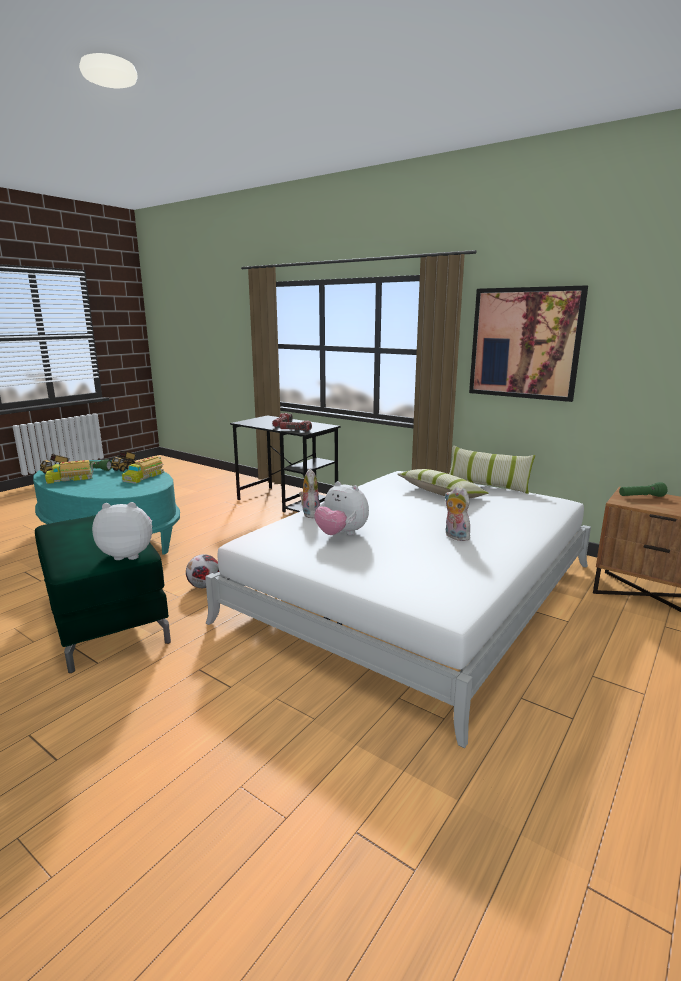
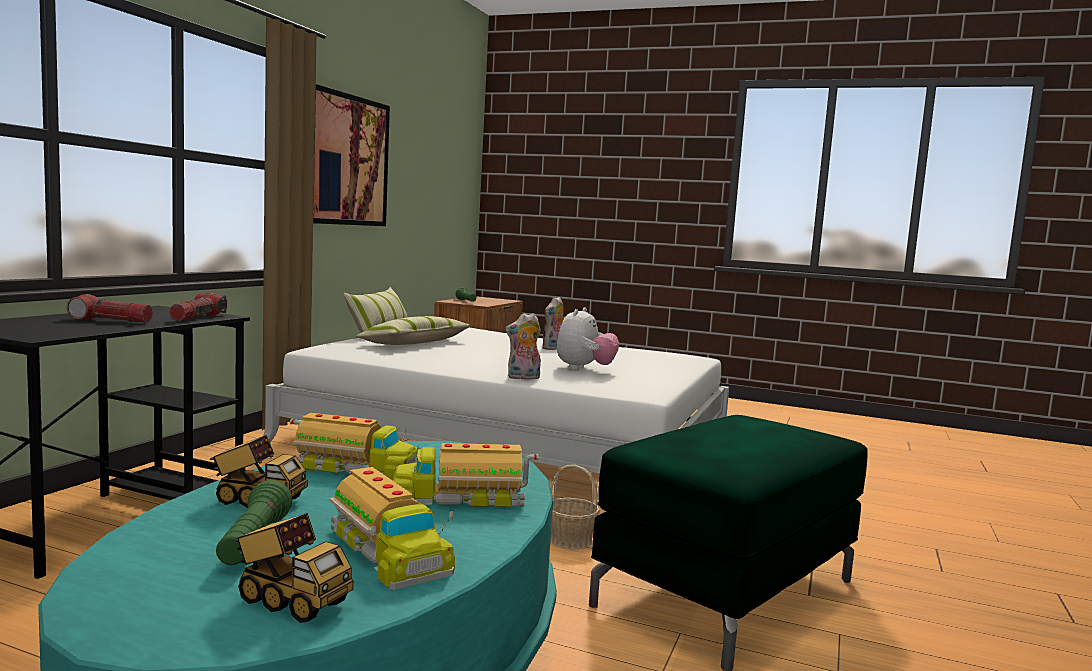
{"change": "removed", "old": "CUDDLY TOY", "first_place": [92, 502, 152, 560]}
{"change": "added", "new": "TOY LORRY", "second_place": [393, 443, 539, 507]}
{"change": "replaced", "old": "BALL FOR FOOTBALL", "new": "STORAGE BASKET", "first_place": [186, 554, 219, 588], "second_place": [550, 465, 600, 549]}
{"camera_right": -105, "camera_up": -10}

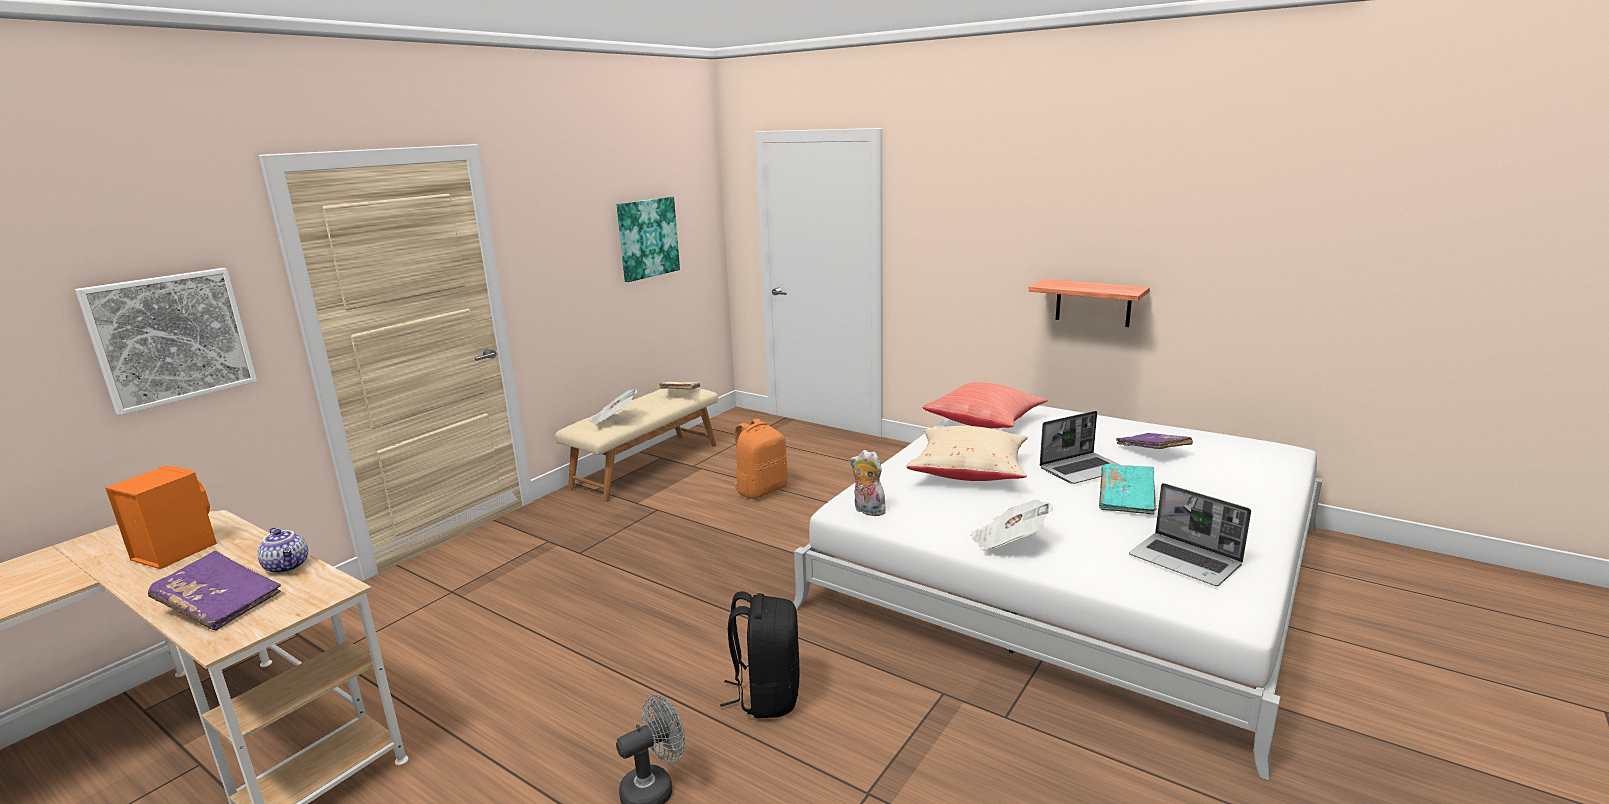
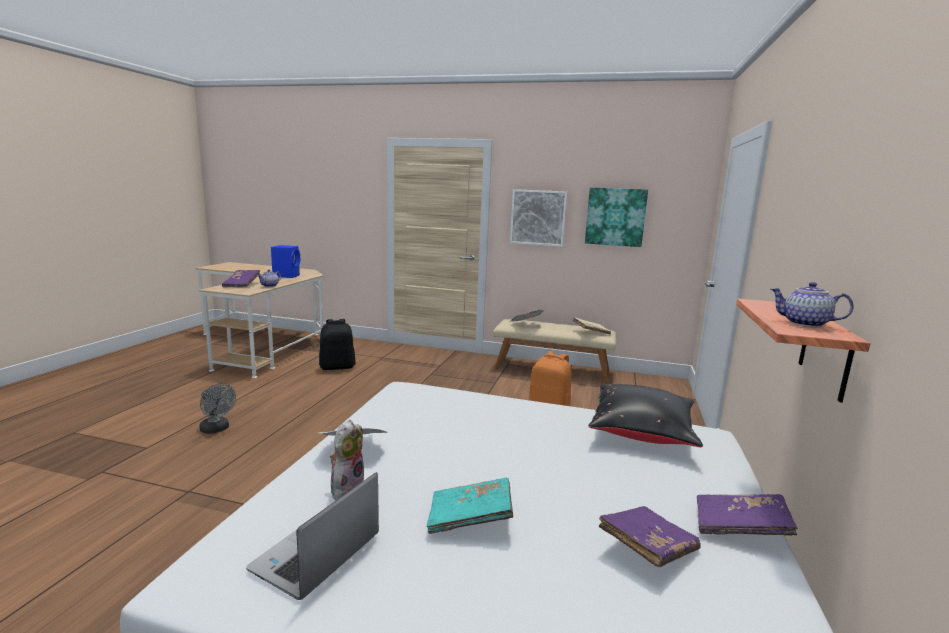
{"change": "removed", "old": "SAND-COLOURED THROW PILLOW", "first_place": [906, 426, 1028, 481]}
{"change": "removed", "old": "LAPTOP", "first_place": [1040, 411, 1120, 484]}
{"change": "added", "new": "PURPLISH BOUND BOOK", "second_place": [697, 494, 798, 536]}
{"change": "added", "new": "POT FOR TEA", "second_place": [771, 282, 854, 327]}
{"change": "moved", "old": "PICTURE", "first_place": [75, 268, 257, 415], "second_place": [510, 189, 567, 247]}
{"change": "moved", "old": "BLACK RUCKSACK", "first_place": [720, 591, 800, 718], "second_place": [319, 319, 356, 370]}
{"change": "moved", "old": "CUDDLY TOY", "first_place": [850, 450, 886, 516], "second_place": [330, 420, 364, 500]}
{"change": "recoloured", "old": "ORANGE-COLOURED SPEAKER", "new": "BLUE-COLOURED SPEAKER", "first_place": [105, 466, 217, 569], "second_place": [271, 245, 300, 278]}
{"change": "recoloured", "old": "RED-COLOURED THROW PILLOW", "new": "BLACK THROW PILLOW", "first_place": [923, 382, 1048, 428], "second_place": [588, 384, 703, 447]}
{"camera_right": 70, "camera_up": -5}

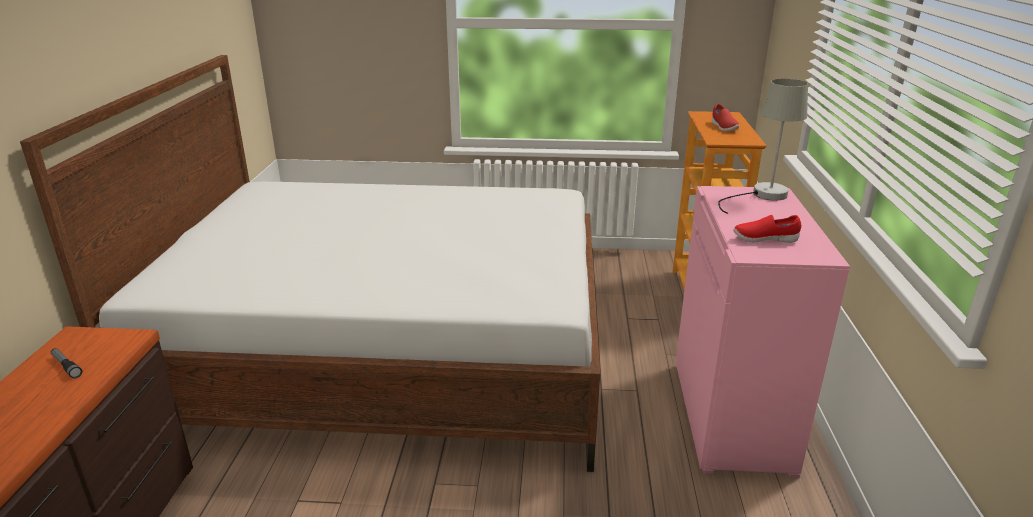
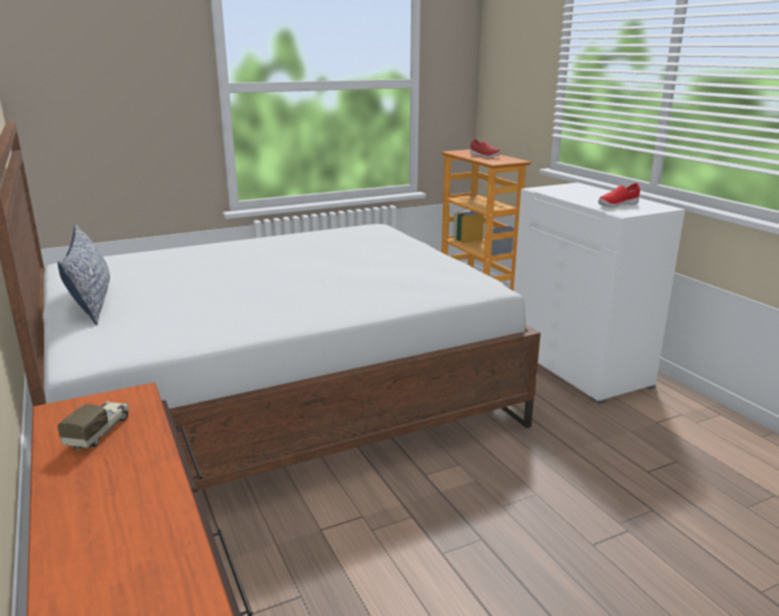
{"change": "removed", "old": "GREYISH TABLETOP LAMP", "first_place": [718, 79, 808, 214]}
{"change": "added", "new": "THROW PILLOW", "second_place": [58, 224, 110, 325]}
{"change": "replaced", "old": "TORCH", "new": "TOY LORRY", "first_place": [51, 348, 82, 378], "second_place": [57, 401, 129, 451]}
{"change": "recoloured", "old": "PINK-COLOURED STORAGE CABINET", "new": "WHITISH STORAGE CABINET", "first_place": [676, 186, 850, 478], "second_place": [514, 183, 685, 404]}
{"camera_right": -30, "camera_up": -5}

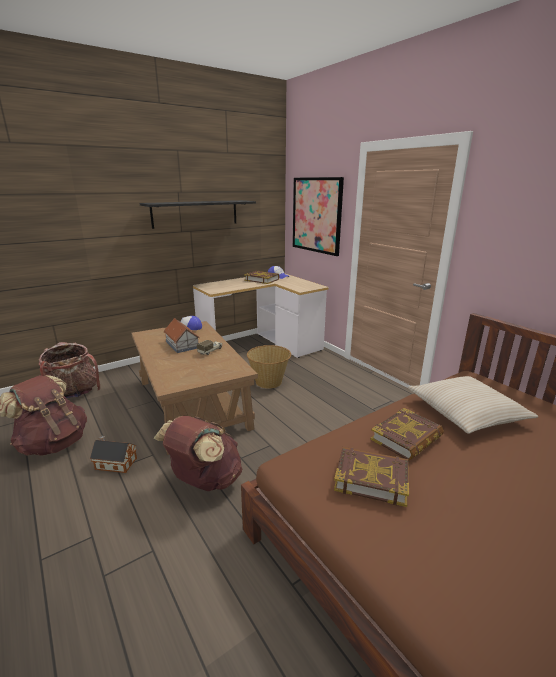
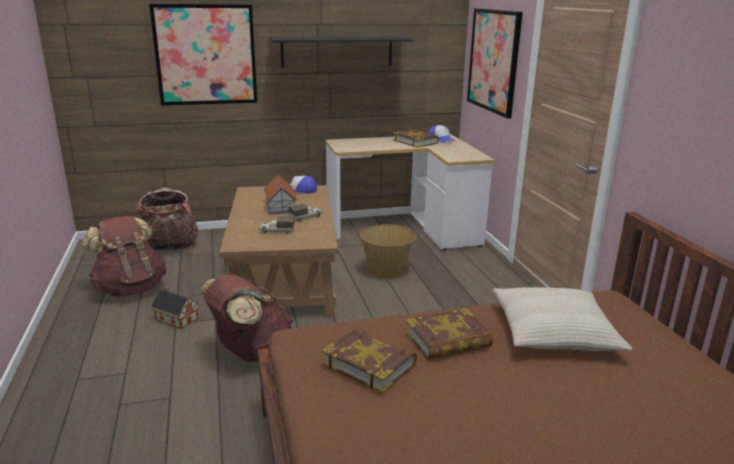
{"change": "added", "new": "PICTURE", "second_place": [149, 4, 257, 106]}
{"change": "added", "new": "TOY LORRY", "second_place": [259, 216, 294, 234]}
{"camera_right": 20, "camera_up": 0}

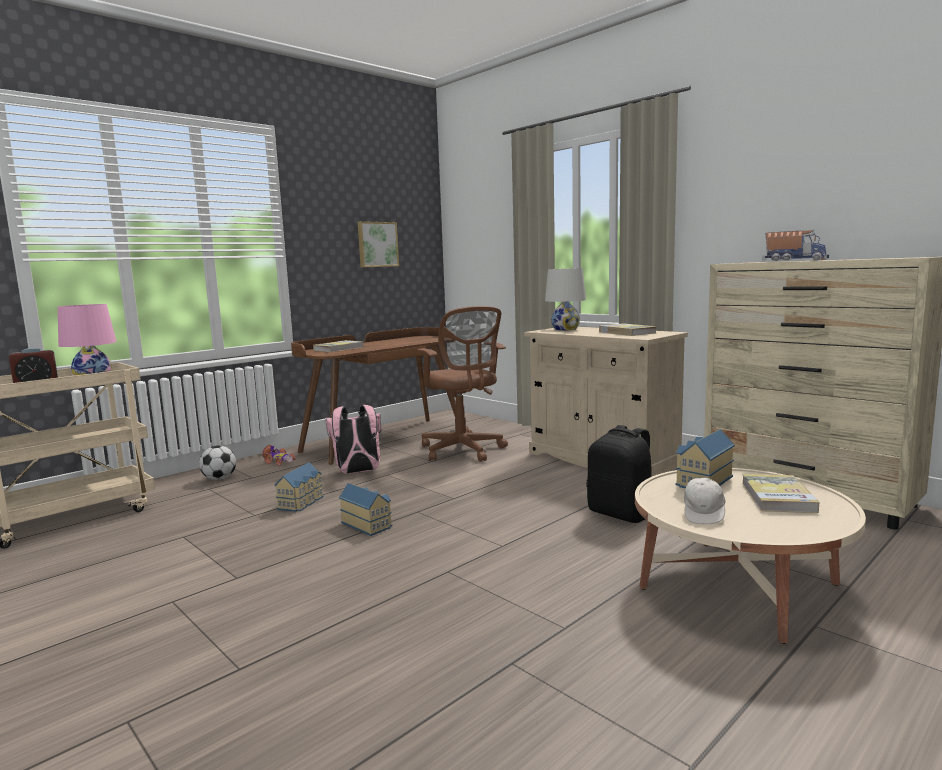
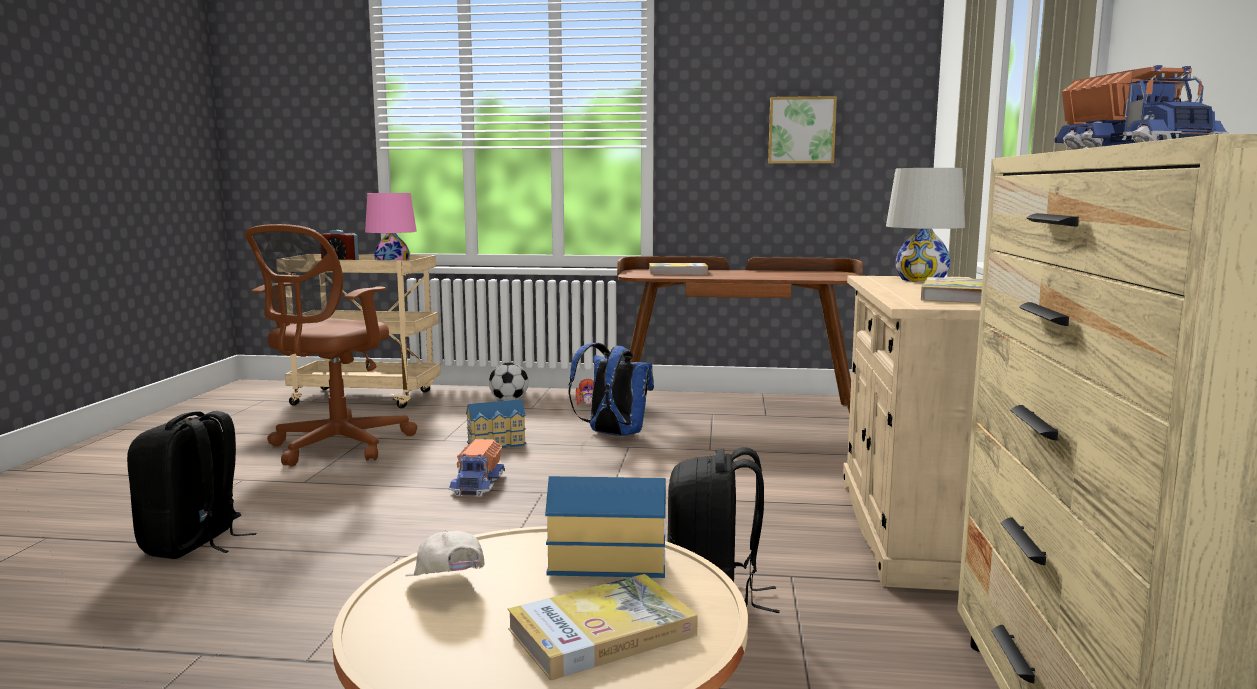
{"change": "added", "new": "BLACK RUCKSACK", "second_place": [127, 411, 257, 559]}
{"change": "moved", "old": "BROWNISH OFFICE CHAIR", "first_place": [417, 306, 508, 462], "second_place": [245, 224, 418, 466]}
{"change": "replaced", "old": "TOY HOUSE", "new": "TOY LORRY", "first_place": [339, 483, 392, 536], "second_place": [449, 439, 505, 496]}
{"change": "recoloured", "old": "PINK-COLOURED RUCKSACK", "new": "BLUE-COLOURED RUCKSACK", "first_place": [325, 405, 381, 474], "second_place": [569, 343, 654, 436]}
{"change": "turned", "old": "WHITISH PEAKED CAP", "first_place": [684, 476, 725, 524], "second_place": [405, 530, 484, 577], "degrees": 75}
{"camera_right": 50, "camera_up": 0}

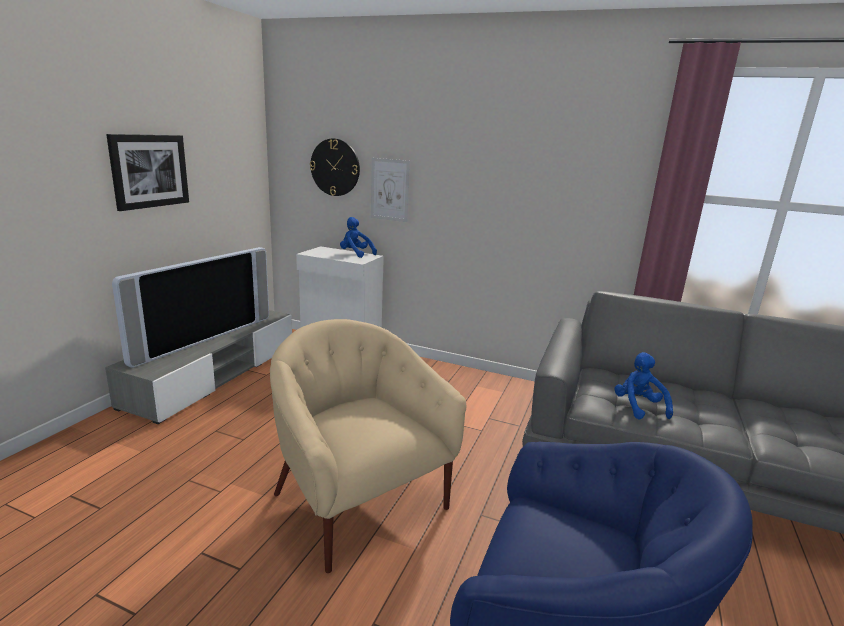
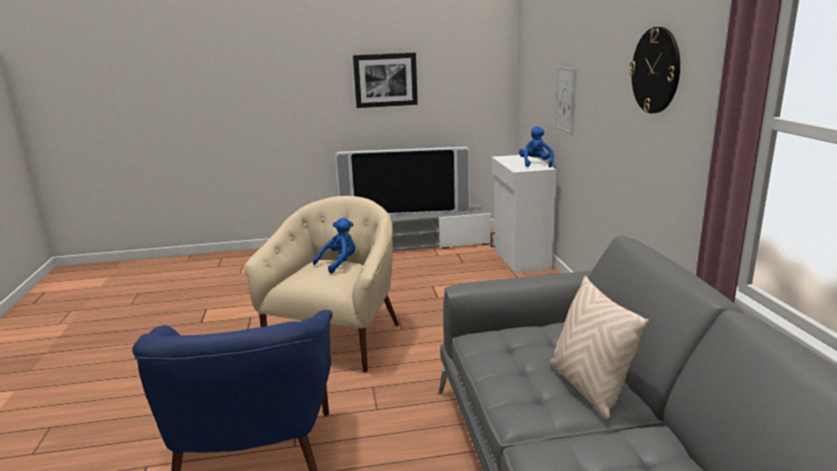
{"change": "added", "new": "SAND-COLOURED THROW PILLOW", "second_place": [550, 276, 649, 419]}
{"change": "moved", "old": "WALL CLOCK", "first_place": [310, 138, 360, 196], "second_place": [629, 27, 680, 113]}
{"change": "moved", "old": "BLUE-COLOURED CUDDLY TOY", "first_place": [614, 352, 673, 420], "second_place": [313, 218, 355, 273]}
{"camera_right": 60, "camera_up": 0}

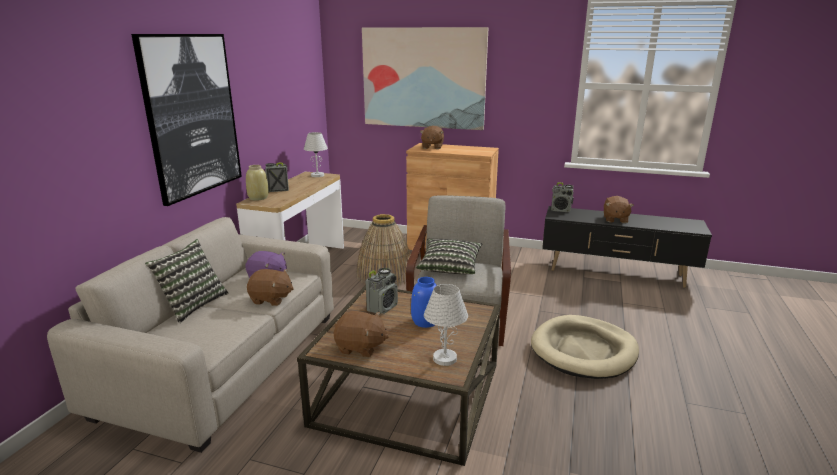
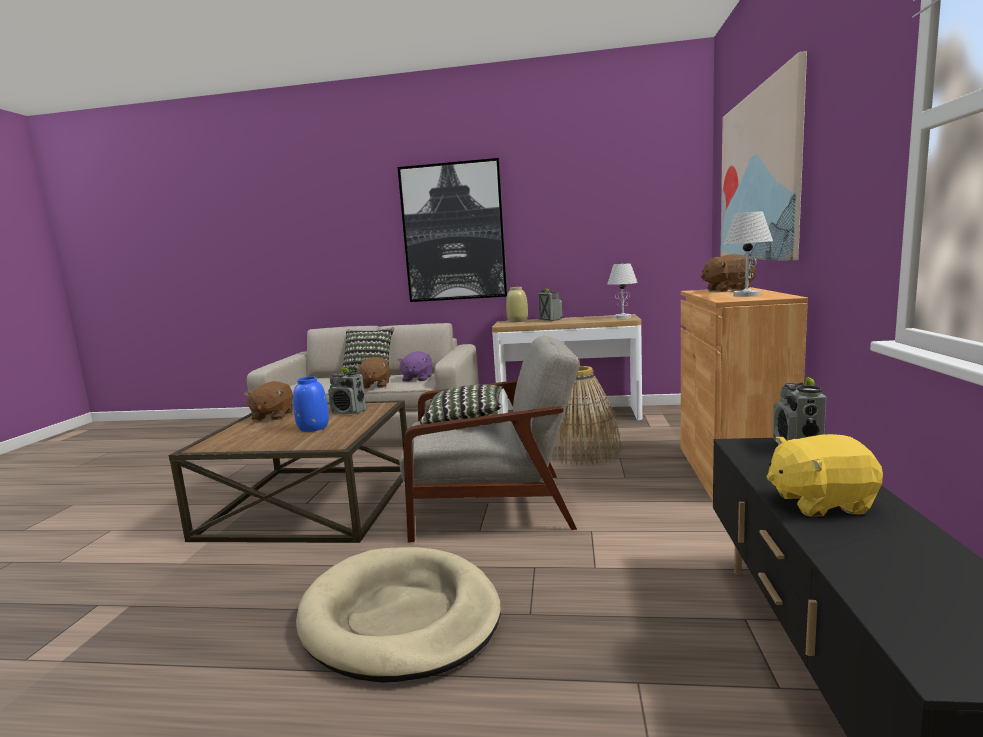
{"change": "moved", "old": "WHITISH TABLETOP LAMP", "first_place": [424, 284, 468, 366], "second_place": [723, 211, 773, 297]}
{"change": "recoloured", "old": "BROWNISH CUDDLY TOY", "new": "YELLOW-COLOURED CUDDLY TOY", "first_place": [604, 196, 634, 223], "second_place": [767, 434, 883, 517]}
{"camera_right": 80, "camera_up": -10}

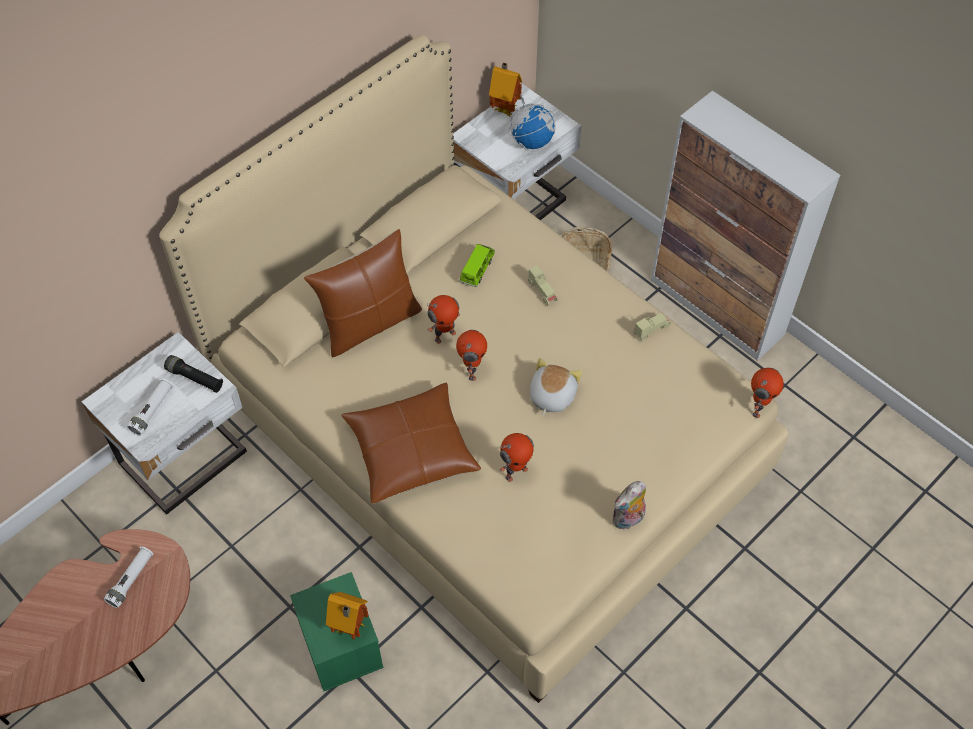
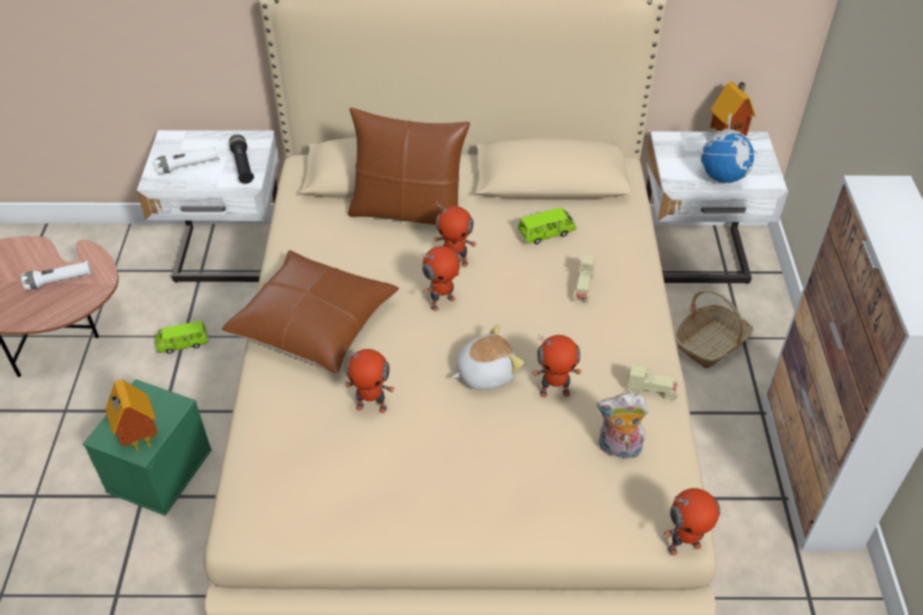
{"change": "added", "new": "GREEN MODEL CAR", "second_place": [155, 321, 208, 354]}
{"change": "added", "new": "ROBOT FIGURE", "second_place": [532, 334, 582, 398]}
{"change": "moved", "old": "CUDDLY TOY", "first_place": [613, 481, 646, 529], "second_place": [597, 393, 649, 459]}
{"camera_right": 45, "camera_up": -10}

